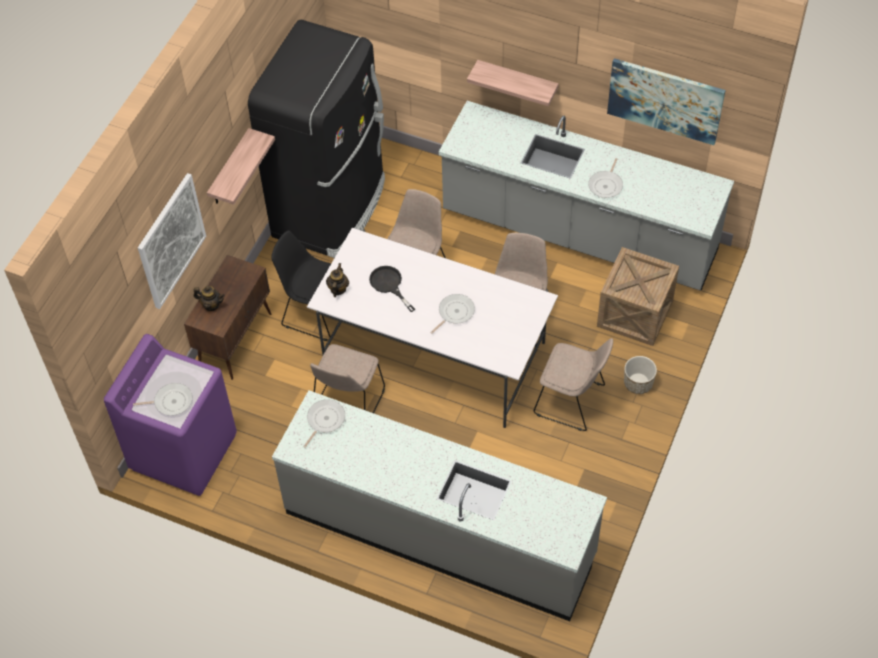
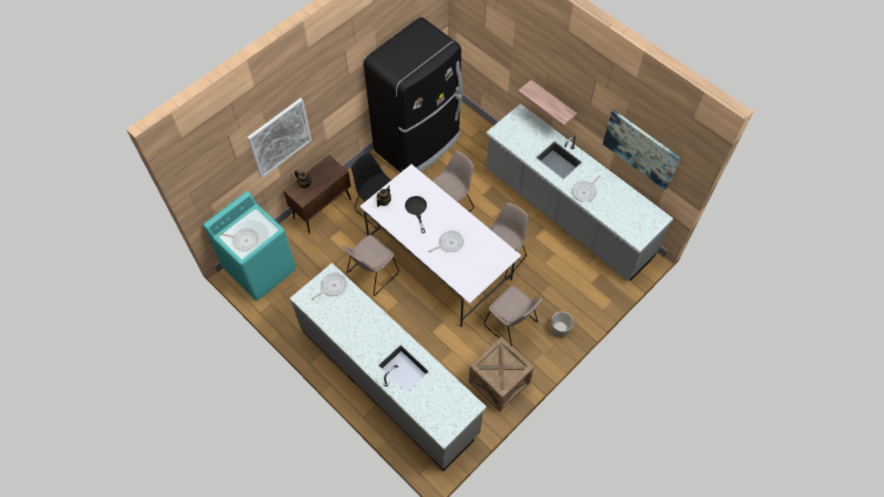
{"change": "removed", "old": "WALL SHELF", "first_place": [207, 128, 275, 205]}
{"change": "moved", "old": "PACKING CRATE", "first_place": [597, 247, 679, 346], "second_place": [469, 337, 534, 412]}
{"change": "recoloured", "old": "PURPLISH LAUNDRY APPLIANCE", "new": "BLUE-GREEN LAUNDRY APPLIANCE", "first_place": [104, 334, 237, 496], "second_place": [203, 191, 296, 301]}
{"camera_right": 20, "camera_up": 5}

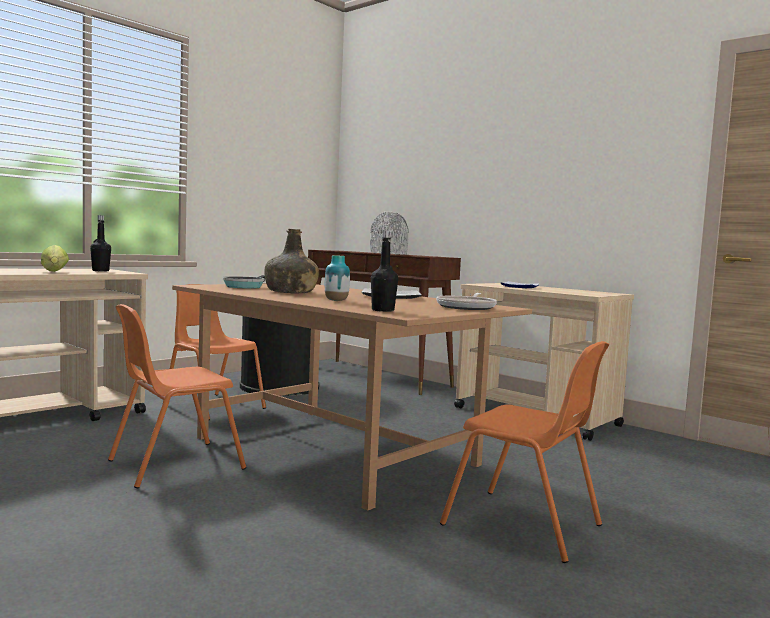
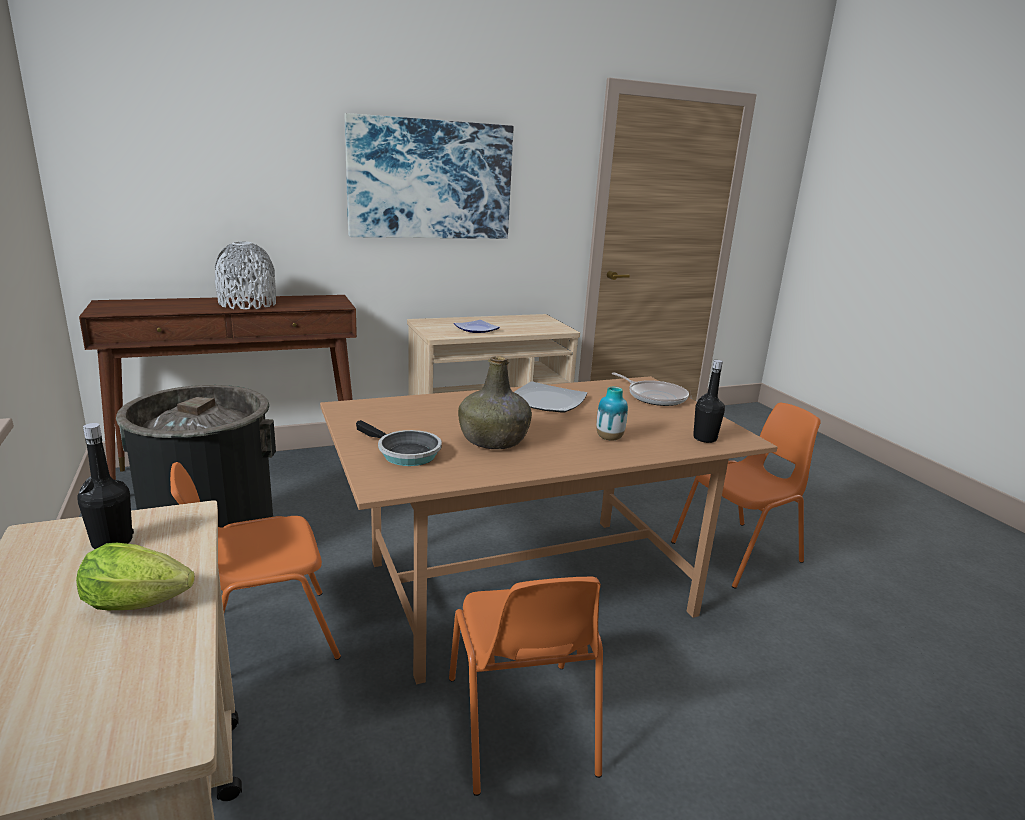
{"change": "added", "new": "PICTURE", "second_place": [345, 113, 514, 239]}
{"camera_right": -65, "camera_up": 15}

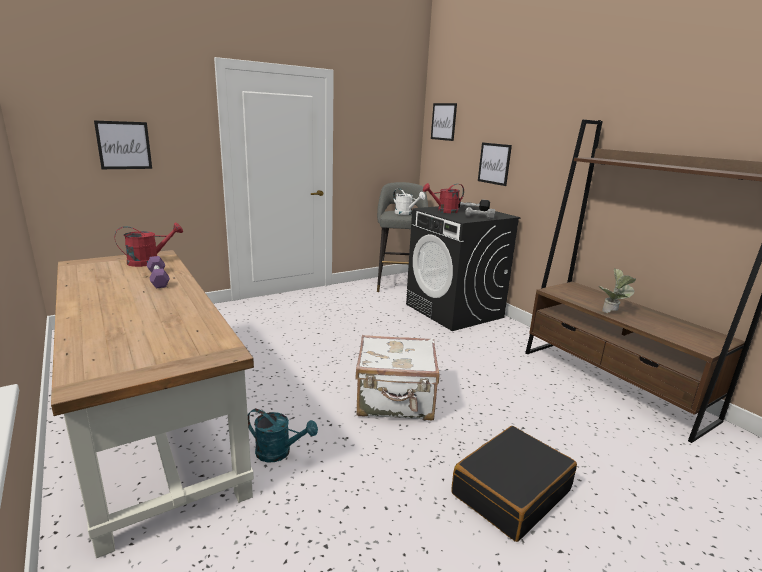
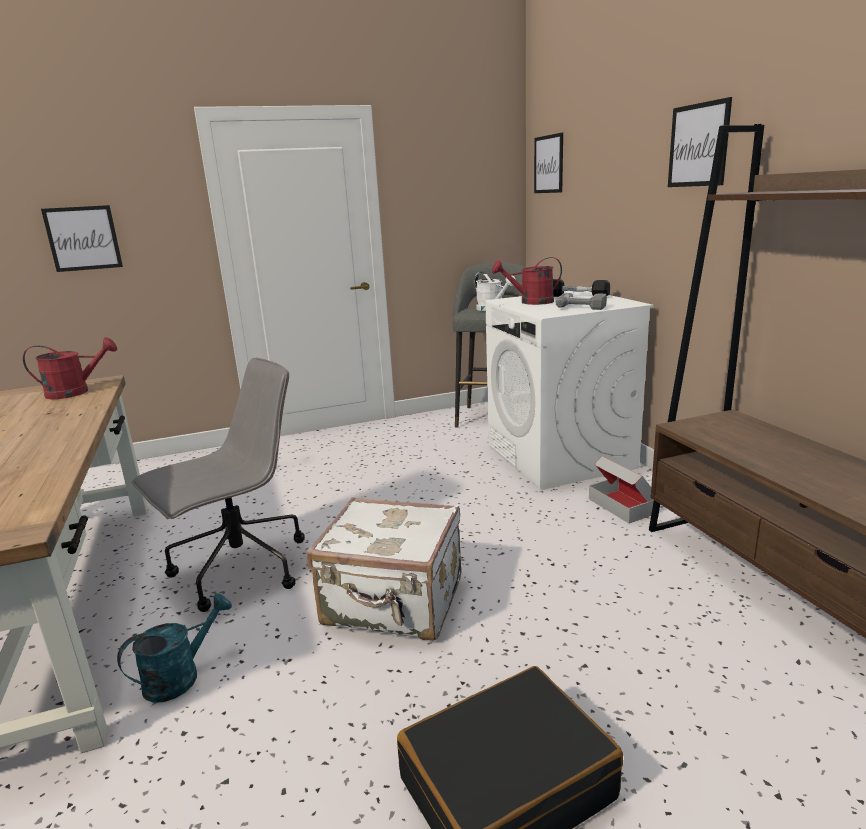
{"change": "removed", "old": "PURPLISH DUMBBELL", "first_place": [147, 256, 170, 288]}
{"change": "removed", "old": "PLANT IN A POT", "first_place": [599, 268, 636, 313]}
{"change": "added", "new": "GREYISH OFFICE CHAIR", "second_place": [131, 358, 305, 612]}
{"change": "added", "new": "PACKING BOX", "second_place": [589, 456, 660, 523]}
{"change": "moved", "old": "PICTURE", "first_place": [478, 143, 512, 186], "second_place": [668, 97, 732, 187]}
{"change": "recoloured", "old": "BLACK LAUNDRY APPLIANCE", "new": "WHITISH LAUNDRY APPLIANCE", "first_place": [406, 205, 521, 331], "second_place": [485, 291, 654, 490]}
{"change": "turned", "old": "BLUE-GREEN SPRINKLING CAN", "first_place": [248, 409, 318, 462], "second_place": [117, 593, 232, 703], "degrees": -75}
{"camera_right": 15, "camera_up": 0}

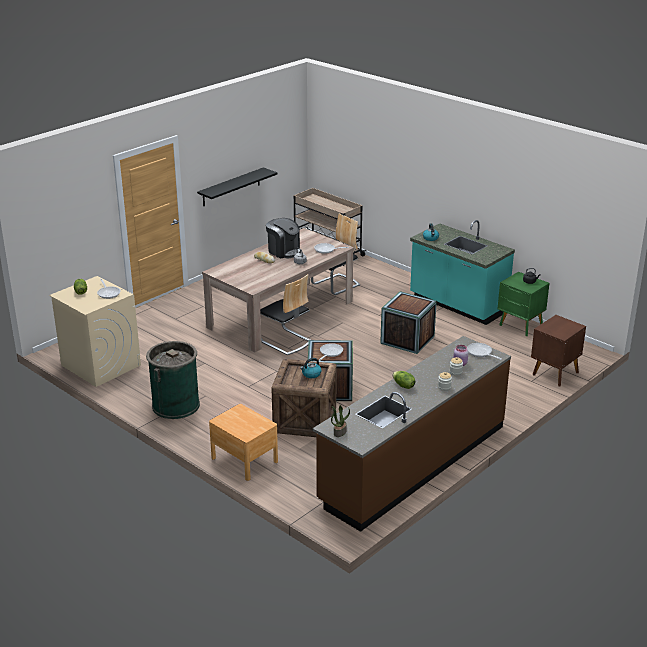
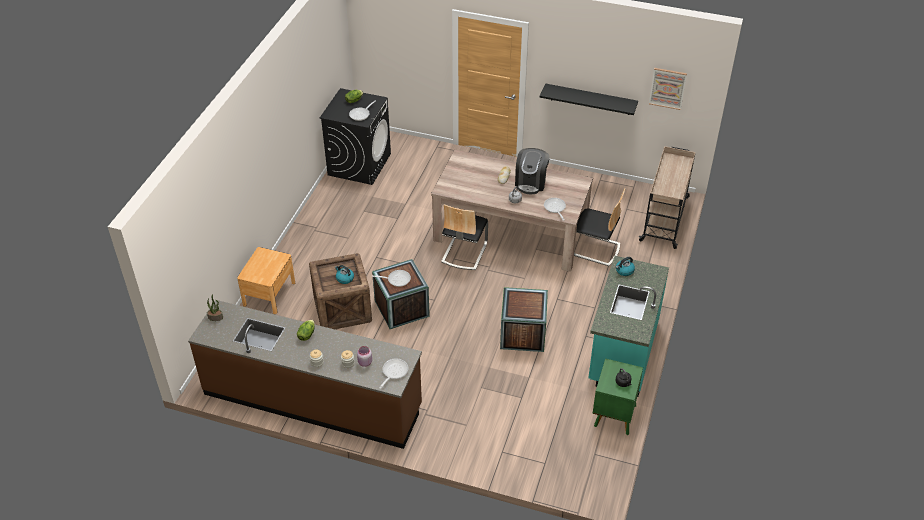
{"change": "removed", "old": "GREEN TRASH CAN", "first_place": [146, 341, 200, 419]}
{"change": "removed", "old": "BROWNISH NIGHTSTAND", "first_place": [531, 315, 586, 386]}
{"change": "added", "new": "PICTURE", "second_place": [649, 68, 687, 110]}
{"change": "recoloured", "old": "SAND-COLOURED LAUNDRY APPLIANCE", "new": "BLACK LAUNDRY APPLIANCE", "first_place": [49, 276, 141, 387], "second_place": [320, 88, 391, 185]}
{"camera_right": 65, "camera_up": 15}

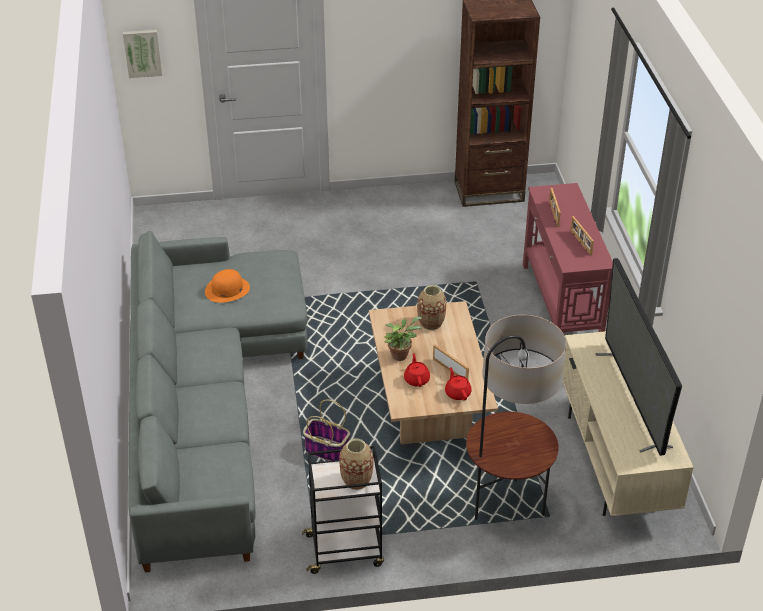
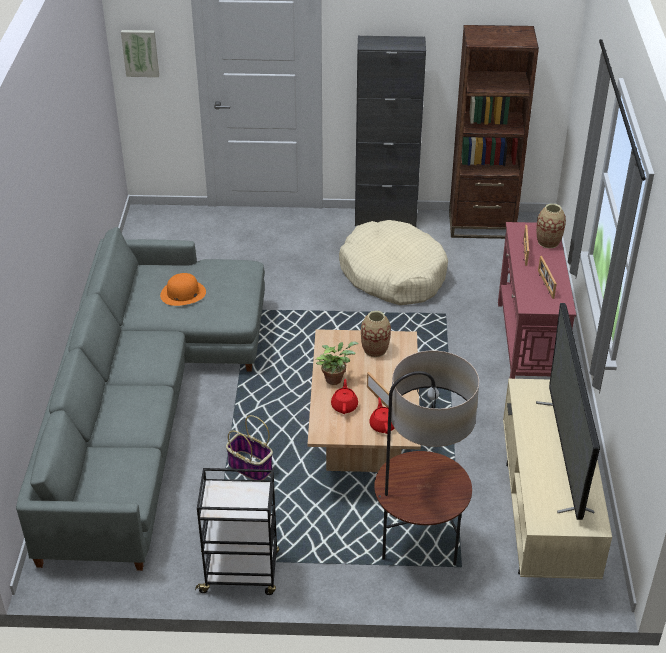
{"change": "added", "new": "SAND-COLOURED PET BED", "second_place": [339, 220, 448, 305]}
{"change": "added", "new": "BLACK STORAGE CABINET", "second_place": [355, 36, 426, 227]}
{"change": "moved", "old": "FLOWER VASE", "first_place": [339, 439, 374, 490], "second_place": [536, 203, 566, 248]}
{"camera_right": 10, "camera_up": 0}

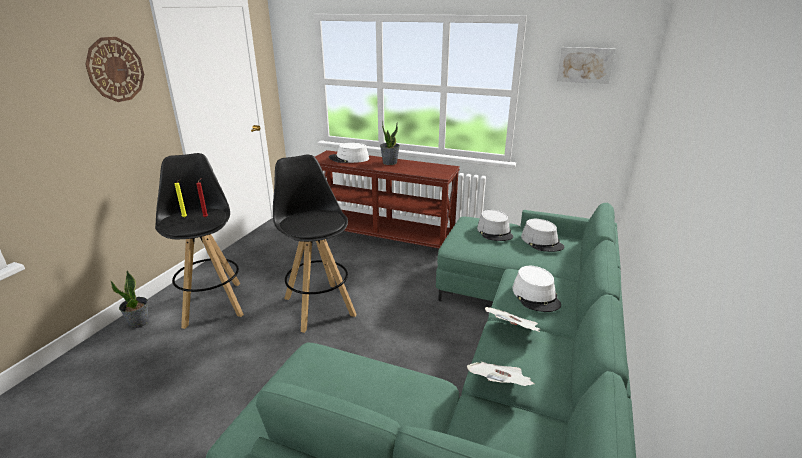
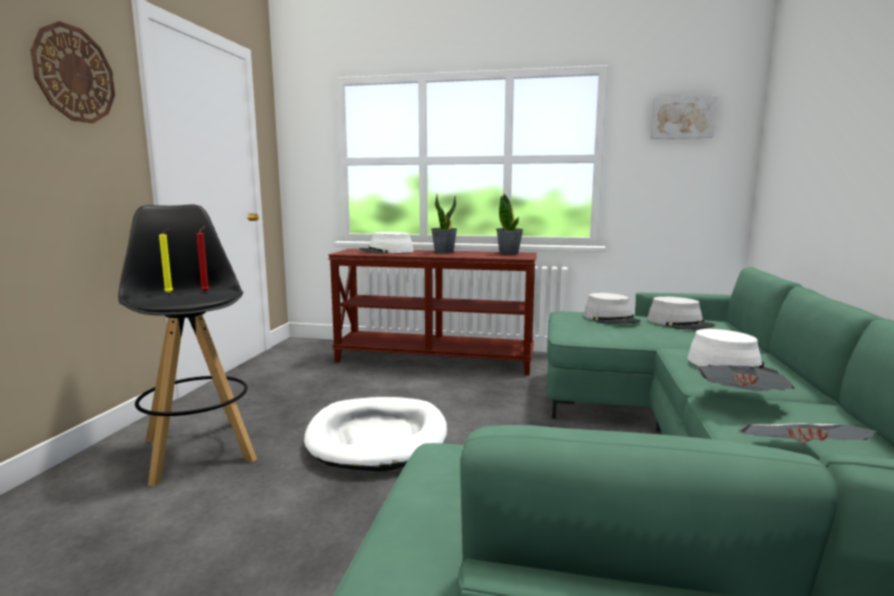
{"change": "moved", "old": "PLANT IN A POT", "first_place": [111, 270, 149, 328], "second_place": [496, 194, 523, 255]}
{"change": "replaced", "old": "BLACK SITTING STOOL", "new": "WHITISH PET BED", "first_place": [273, 155, 357, 333], "second_place": [304, 397, 447, 472]}
{"camera_right": -10, "camera_up": -15}

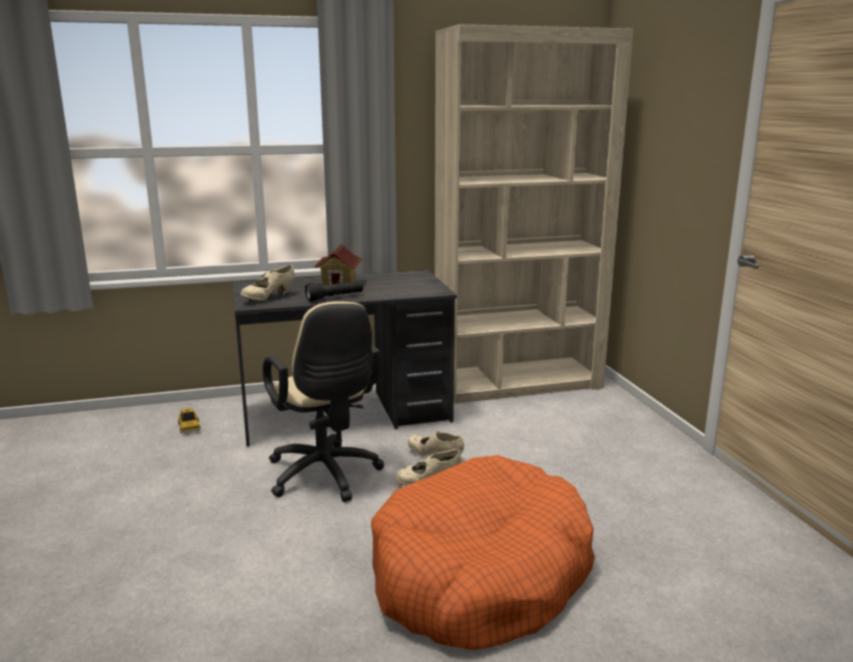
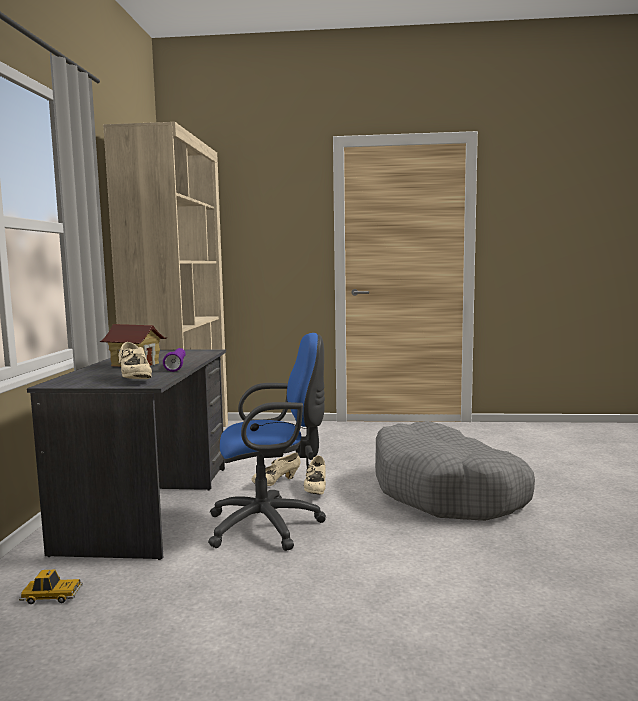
{"change": "recoloured", "old": "SAND-COLOURED OFFICE CHAIR", "new": "BLUE-COLOURED OFFICE CHAIR", "first_place": [263, 301, 384, 502], "second_place": [208, 333, 326, 551]}
{"change": "recoloured", "old": "BLACK TORCH", "new": "PURPLISH TORCH", "first_place": [305, 281, 363, 301], "second_place": [163, 348, 186, 372]}
{"change": "recoloured", "old": "ORANGE-COLOURED PET BED", "new": "GREYISH PET BED", "first_place": [371, 455, 595, 650], "second_place": [375, 421, 535, 521]}
{"camera_right": -70, "camera_up": -10}

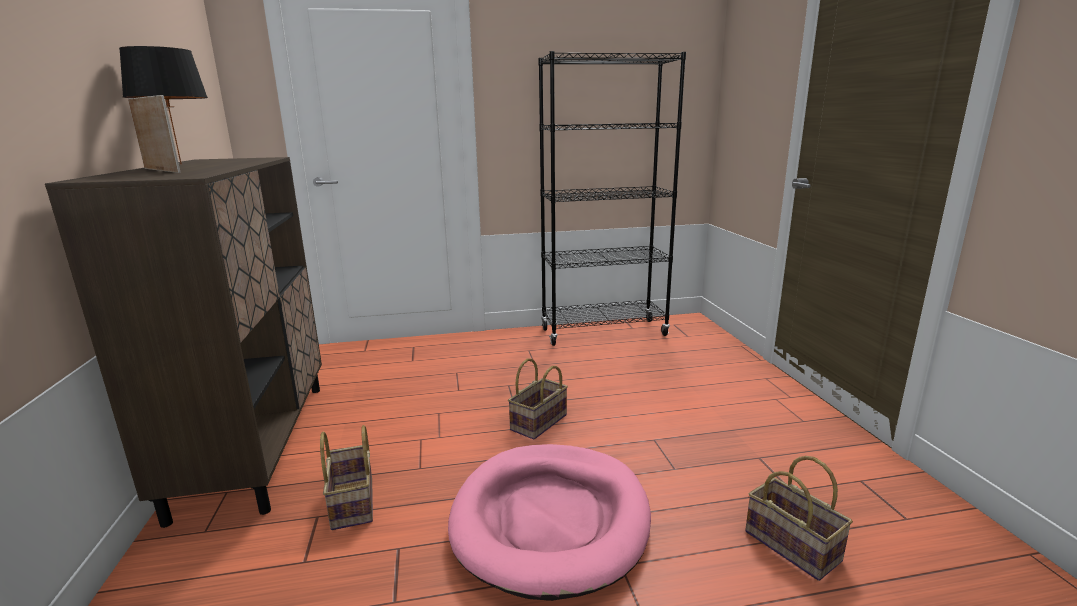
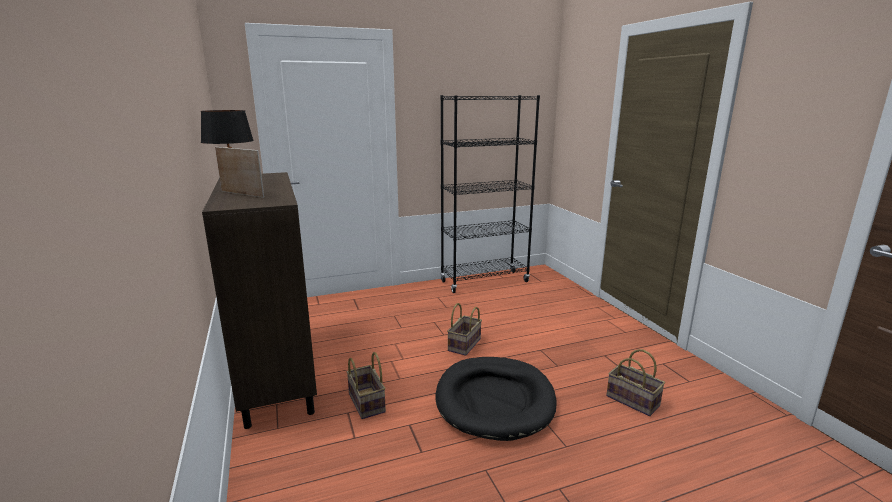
{"change": "recoloured", "old": "PINK-COLOURED PET BED", "new": "BLACK PET BED", "first_place": [448, 444, 651, 601], "second_place": [435, 357, 557, 441]}
{"camera_right": -10, "camera_up": 0}

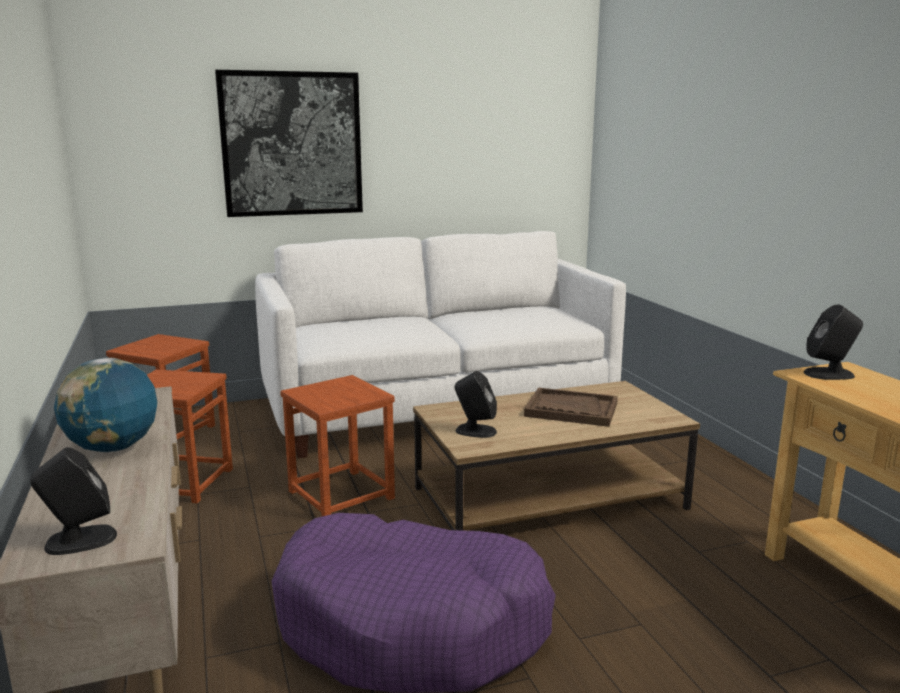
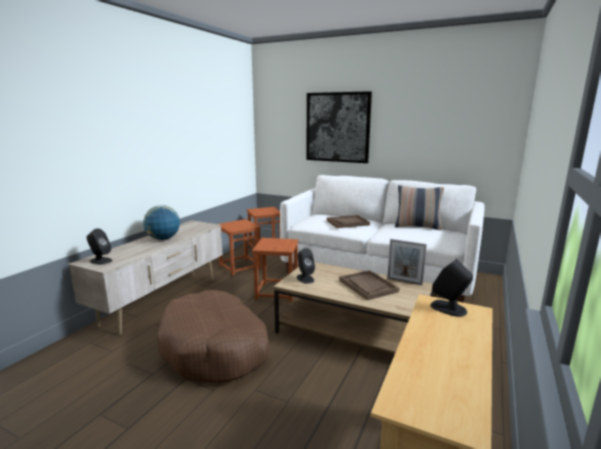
{"change": "added", "new": "BROWNISH TRAY", "second_place": [327, 215, 370, 228]}
{"change": "added", "new": "STANDING FRAME", "second_place": [387, 239, 427, 285]}
{"change": "added", "new": "THROW PILLOW", "second_place": [395, 185, 444, 230]}
{"change": "recoloured", "old": "PURPLISH PET BED", "new": "BROWNISH PET BED", "first_place": [271, 513, 556, 693], "second_place": [157, 290, 270, 383]}
{"camera_right": 45, "camera_up": 0}

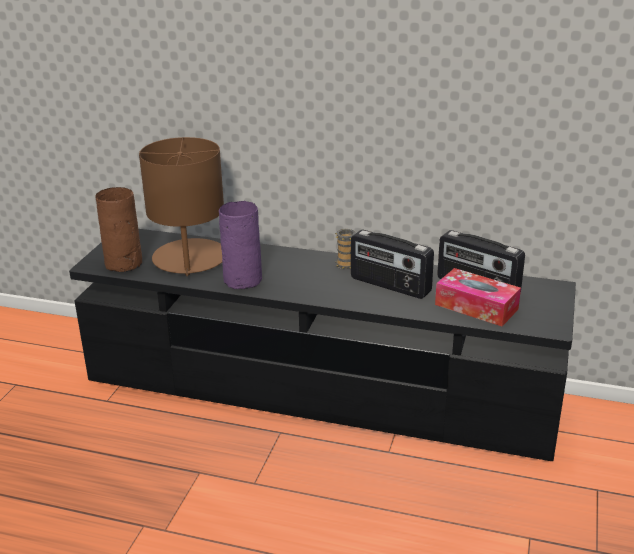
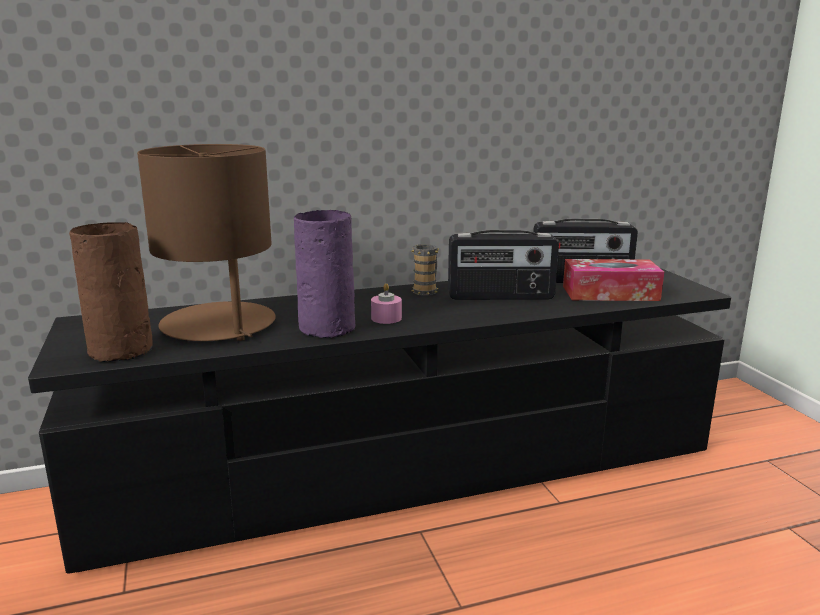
{"change": "added", "new": "PINK-COLOURED WAX CANDLE", "second_place": [371, 283, 402, 324]}
{"camera_right": -35, "camera_up": -10}

